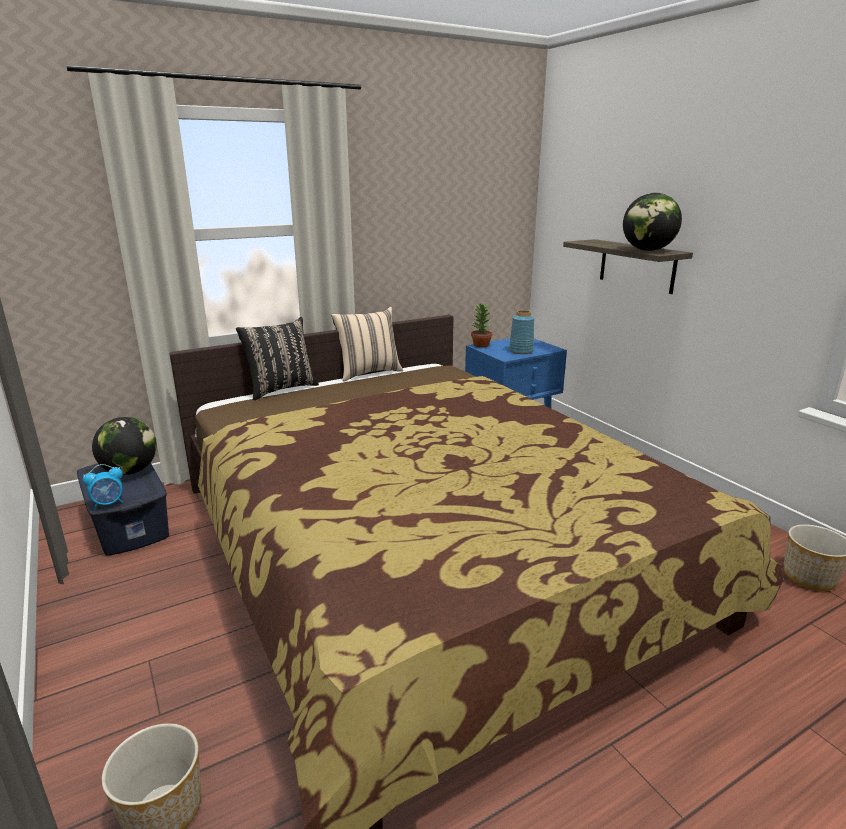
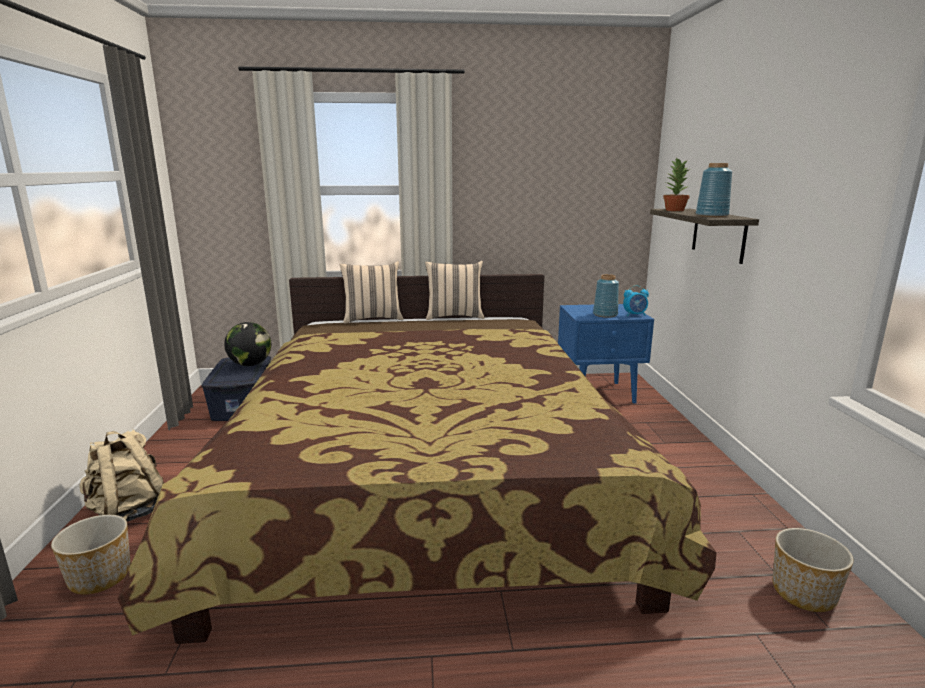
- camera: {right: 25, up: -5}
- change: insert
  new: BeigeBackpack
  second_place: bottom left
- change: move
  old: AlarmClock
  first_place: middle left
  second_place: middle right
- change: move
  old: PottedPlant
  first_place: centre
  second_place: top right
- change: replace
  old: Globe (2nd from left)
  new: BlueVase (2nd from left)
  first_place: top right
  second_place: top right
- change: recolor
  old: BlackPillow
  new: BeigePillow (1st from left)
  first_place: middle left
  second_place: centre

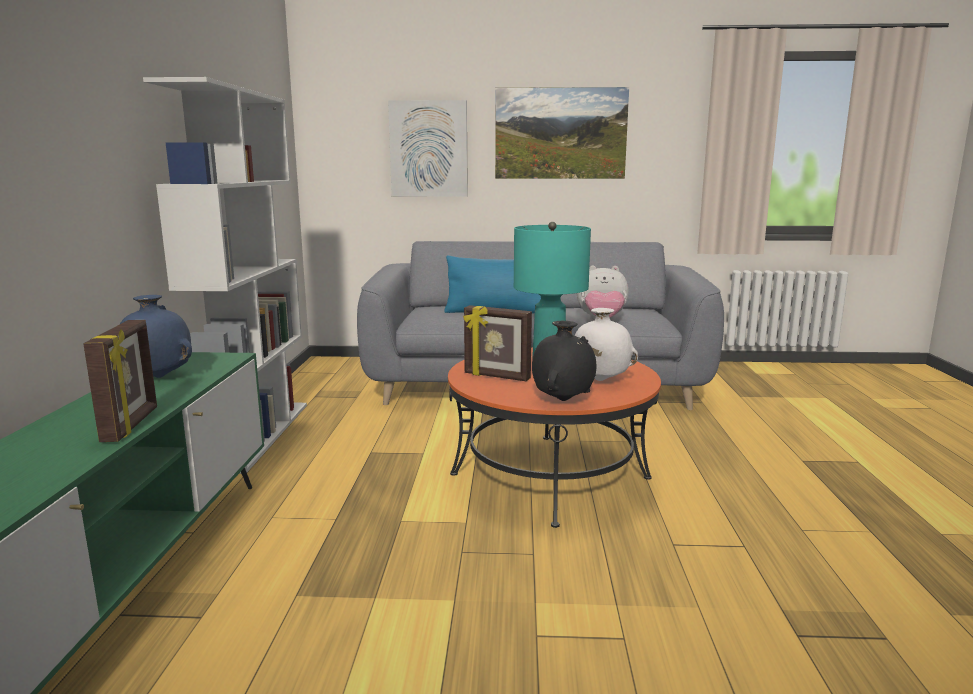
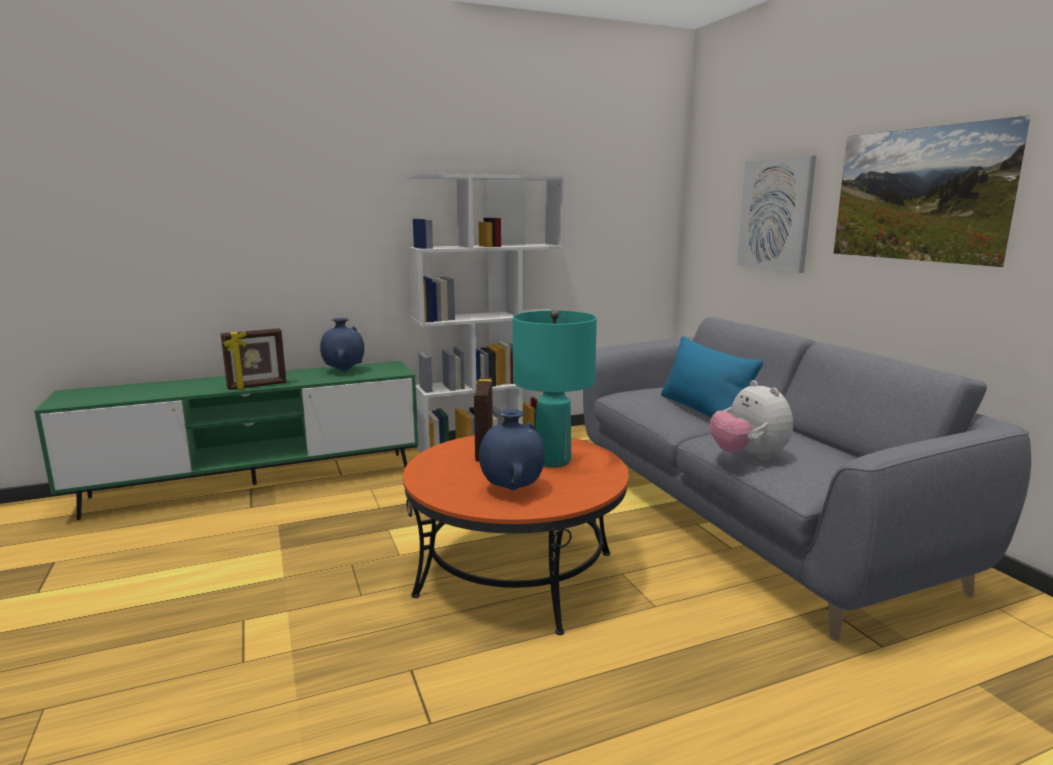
- camera: {right: 65, up: 0}
- change: delete
  old: BlackVase
  first_place: centre
- change: recolor
  old: WhiteVase
  new: BlueVase (2nd from left)
  first_place: centre
  second_place: centre

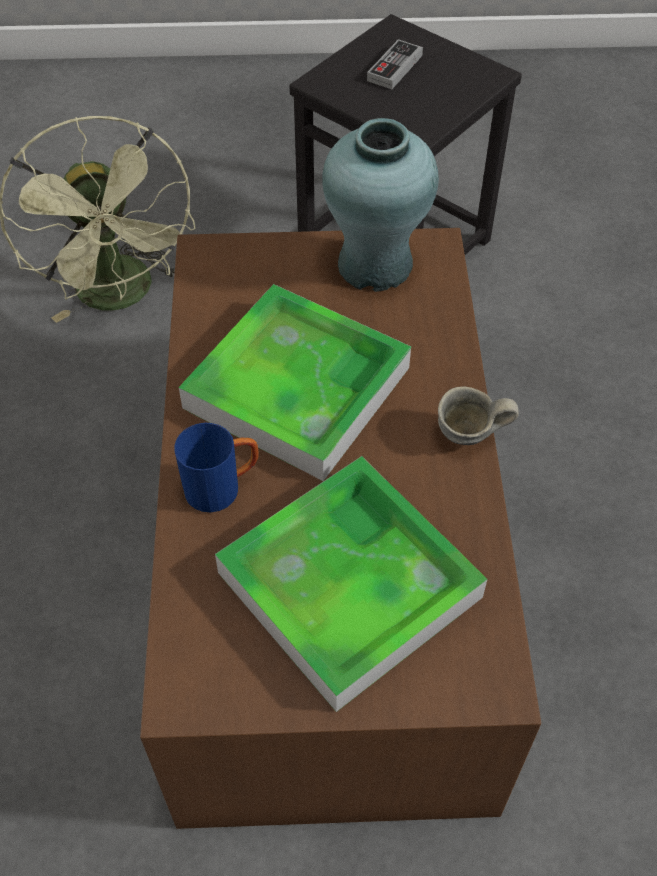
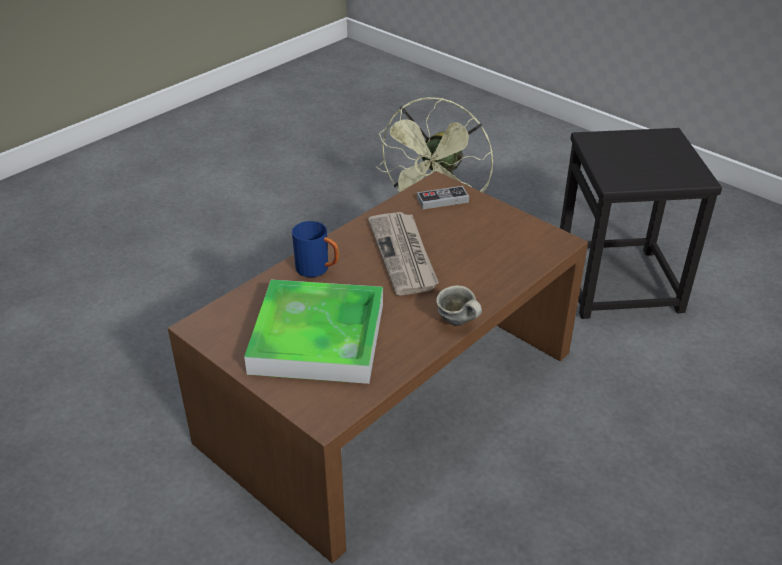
- camera: {right: 45, up: -15}
- change: delete
  old: TurquoiseVase
  first_place: top centre
- change: move
  old: GameController
  first_place: top centre
  second_place: centre
- change: replace
  old: Tray (1st from left)
  new: Newspaper
  first_place: centre
  second_place: centre

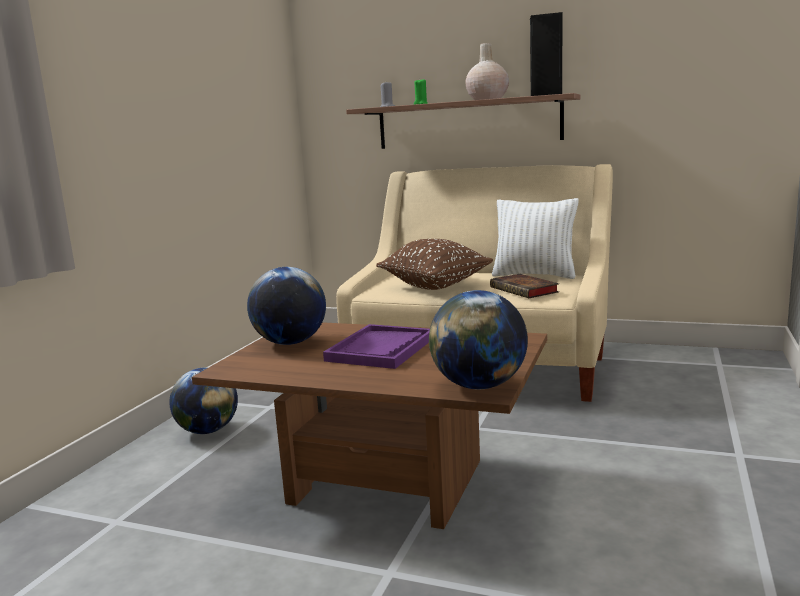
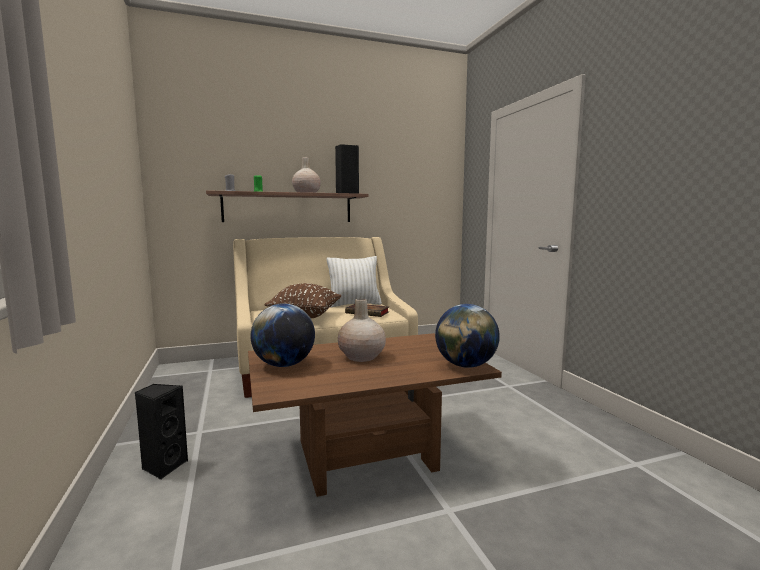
- camera: {right: -40, up: -5}
- change: replace
  old: Globe (1st from left)
  new: BlackSpeaker (1st from left)
  first_place: bottom left
  second_place: bottom left
- change: replace
  old: PurpleTray
  new: BeigeVase (2nd from left)
  first_place: centre
  second_place: centre

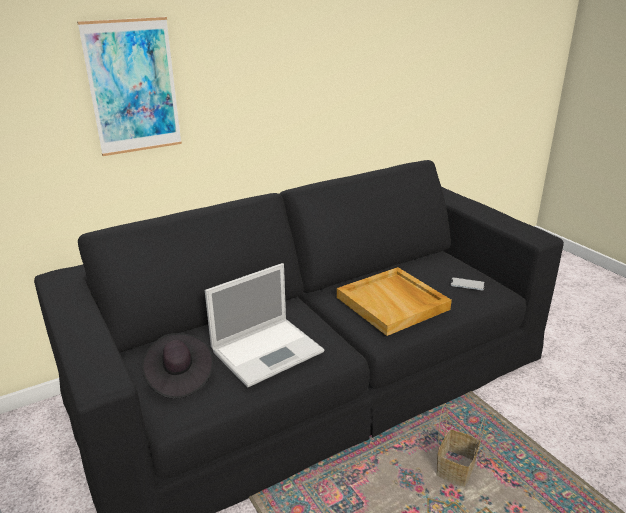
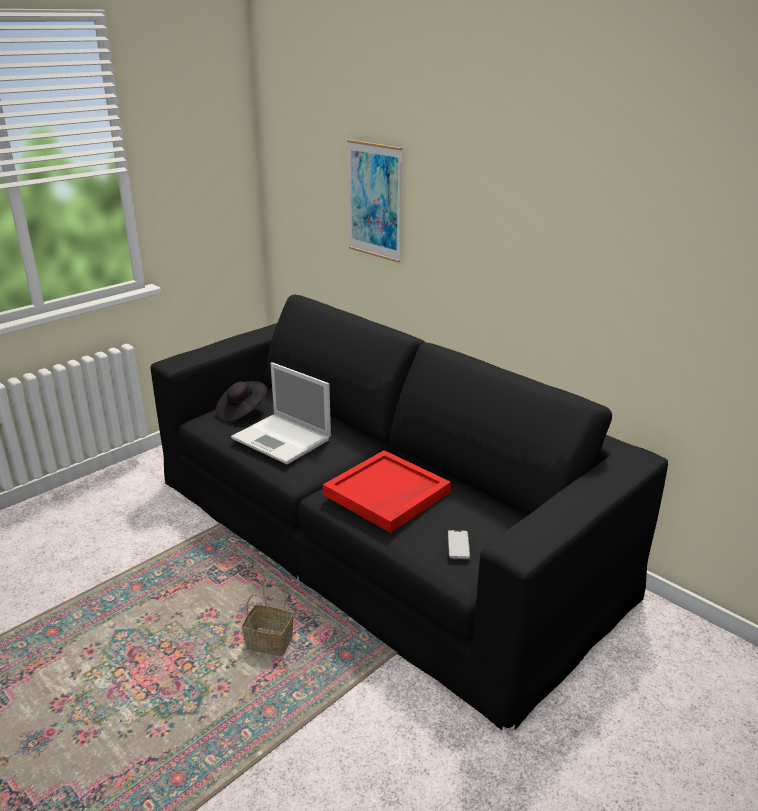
- camera: {right: 75, up: 0}
- change: recolor
  old: BeigeTray
  new: RedTray
  first_place: centre
  second_place: centre

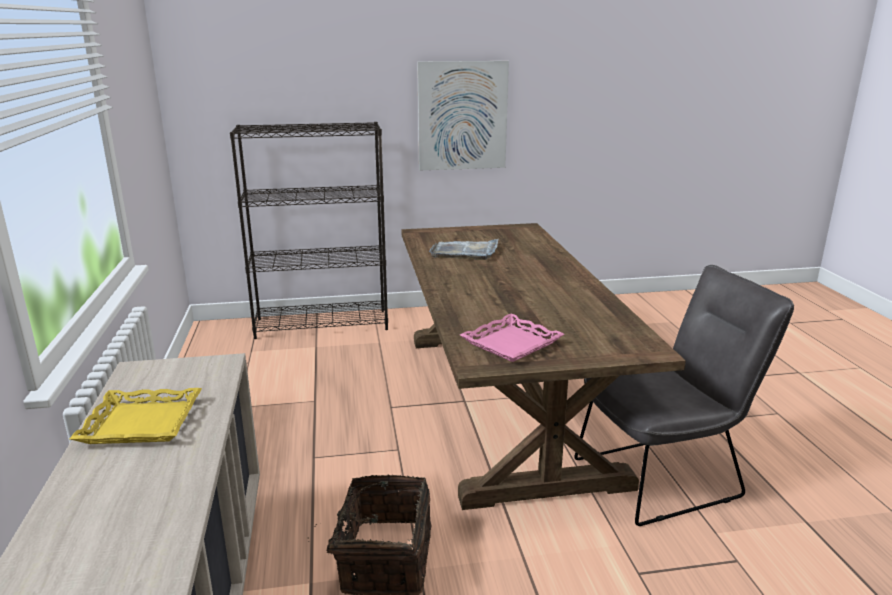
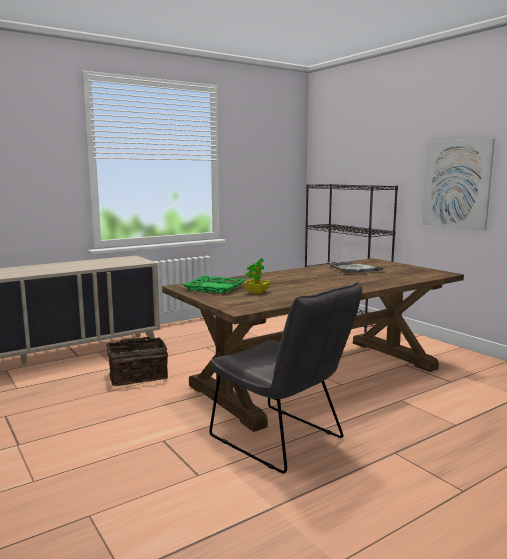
- camera: {right: 65, up: -10}
- change: delete
  old: YellowTray
  first_place: bottom left
- change: insert
  new: PottedPlant
  second_place: centre
- change: recolor
  old: PinkTray
  new: GreenTray
  first_place: centre
  second_place: centre

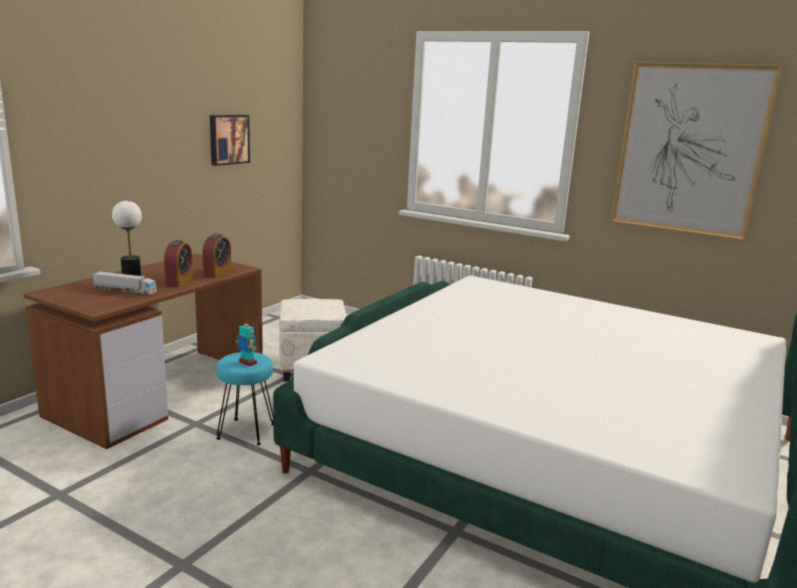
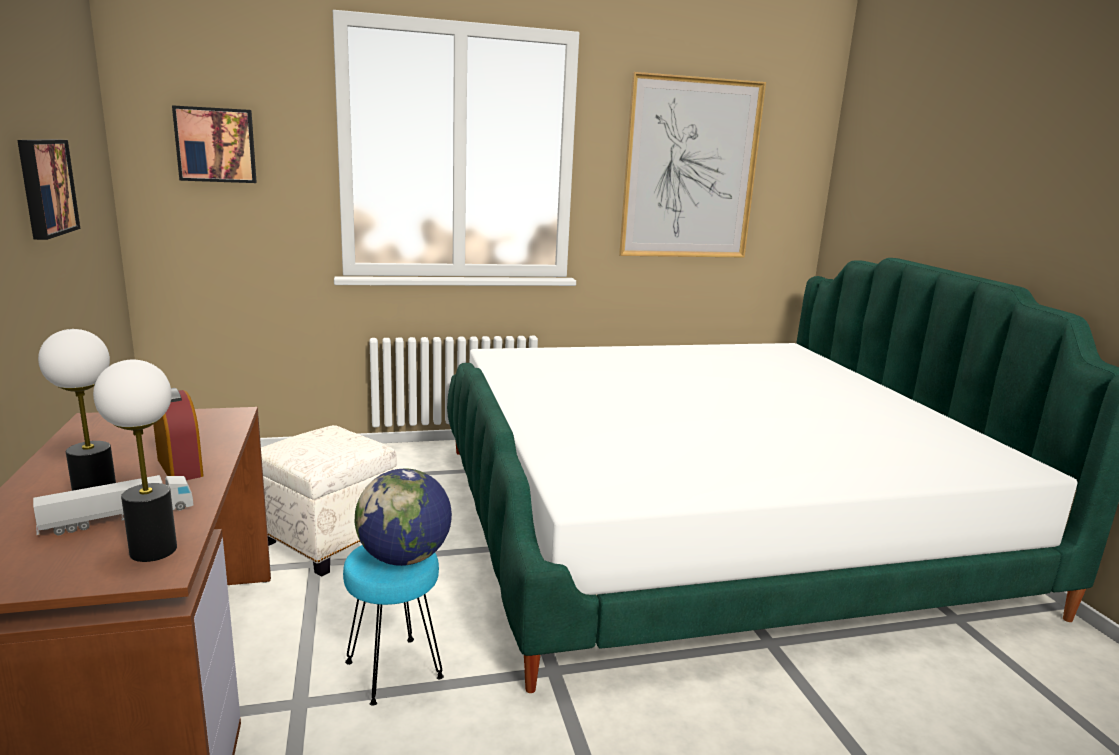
- camera: {right: -45, up: 0}
- change: delete
  old: AlarmClock (2nd from left)
  first_place: middle left
- change: insert
  new: TableLamp (2nd from left)
  second_place: middle left
- change: insert
  new: Picture (2nd from left)
  second_place: top left
- change: replace
  old: ToyRobot
  new: Globe
  first_place: middle left
  second_place: bottom centre

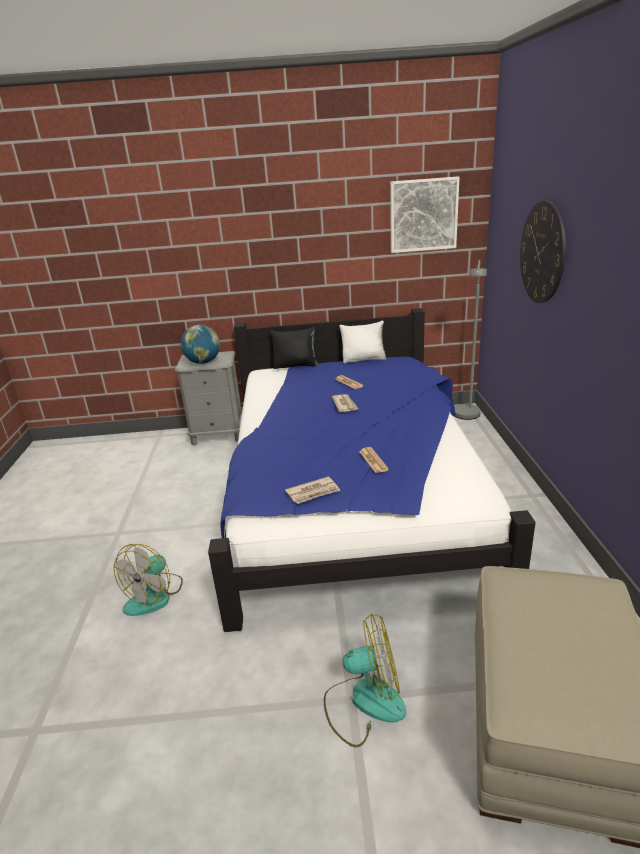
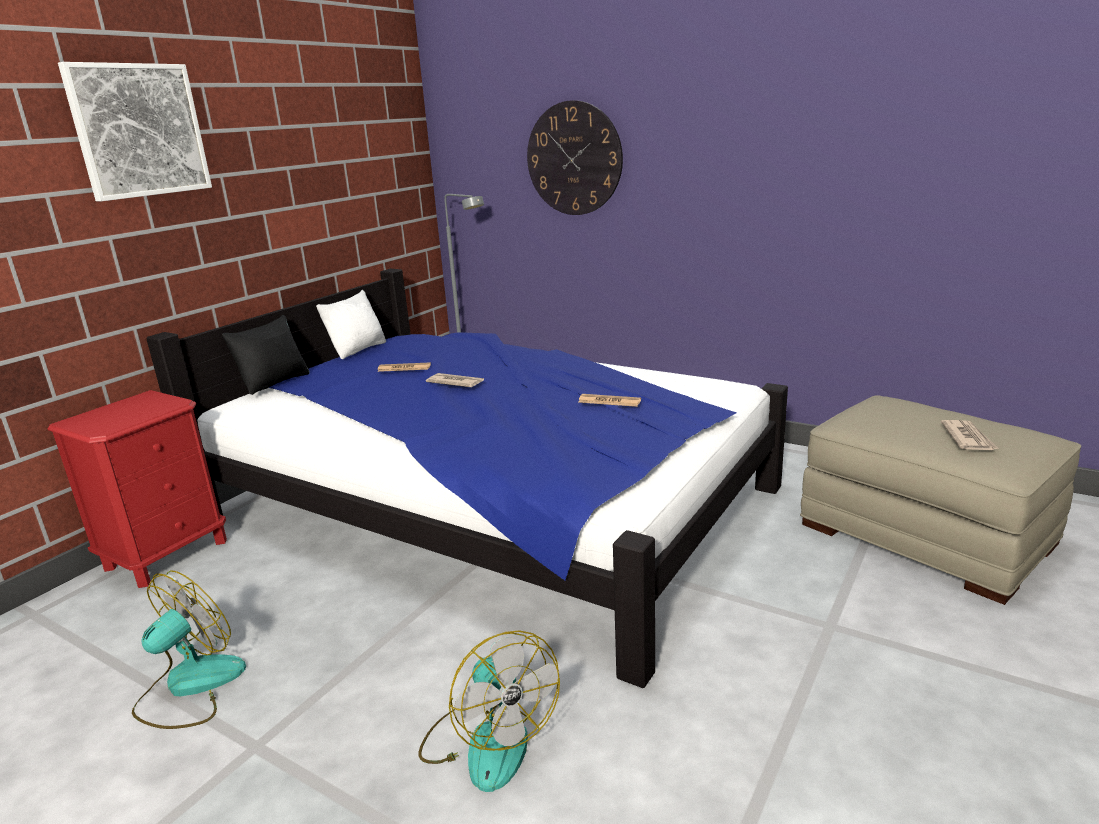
- camera: {right: -55, up: -5}
- change: delete
  old: Globe
  first_place: middle left
- change: move
  old: Newspaper (1st from left in the first image)
  new: Newspaper (4th from left)
  first_place: centre
  second_place: middle right
- change: move
  old: Fan (2nd from left in the first image)
  new: Fan (1st from left)
  first_place: bottom centre
  second_place: bottom left
- change: move
  old: Picture
  first_place: top centre
  second_place: top left
- change: recolor
  old: GreyNightstand
  new: RedNightstand
  first_place: middle left
  second_place: middle left

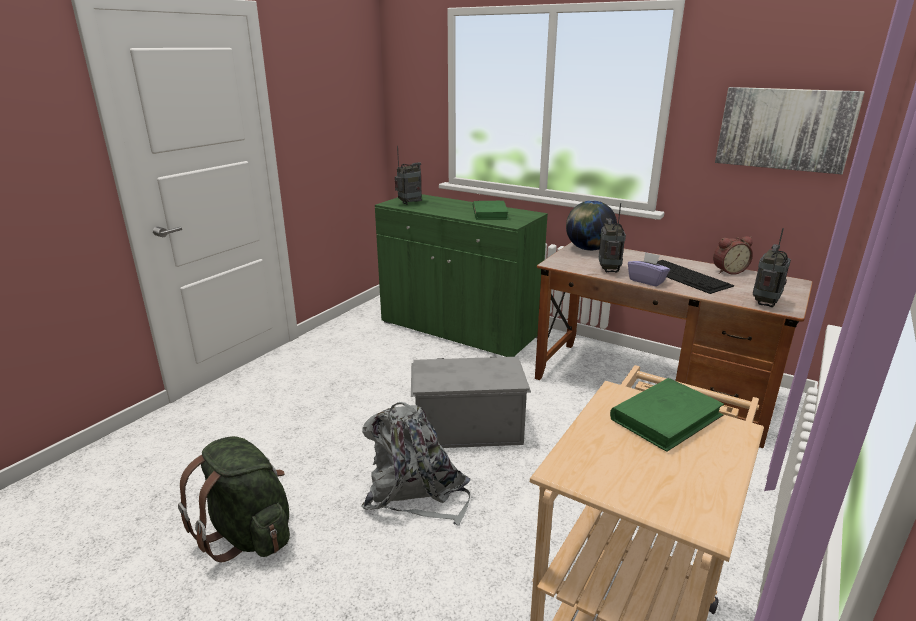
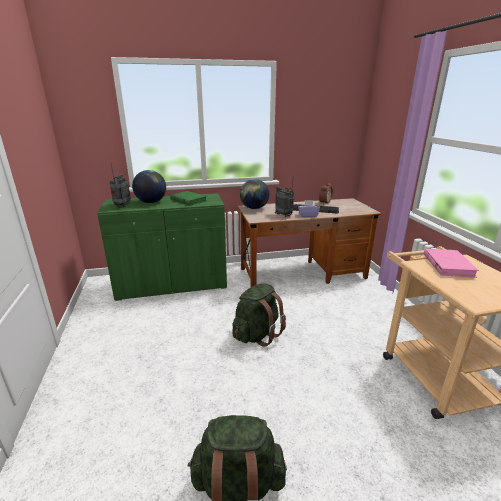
- camera: {right: -45, up: 0}
- change: delete
  old: GreyBackpack
  first_place: bottom centre
- change: delete
  old: Picture
  first_place: top right
- change: delete
  old: Radio (3rd from left)
  first_place: middle right
- change: insert
  new: Globe (1st from left)
  second_place: middle left
- change: replace
  old: GreyStorageBox
  new: GreenBackpack (2nd from left)
  first_place: centre
  second_place: centre
- change: recolor
  old: GreenBook (2nd from left)
  new: PinkBook
  first_place: bottom right
  second_place: middle right

